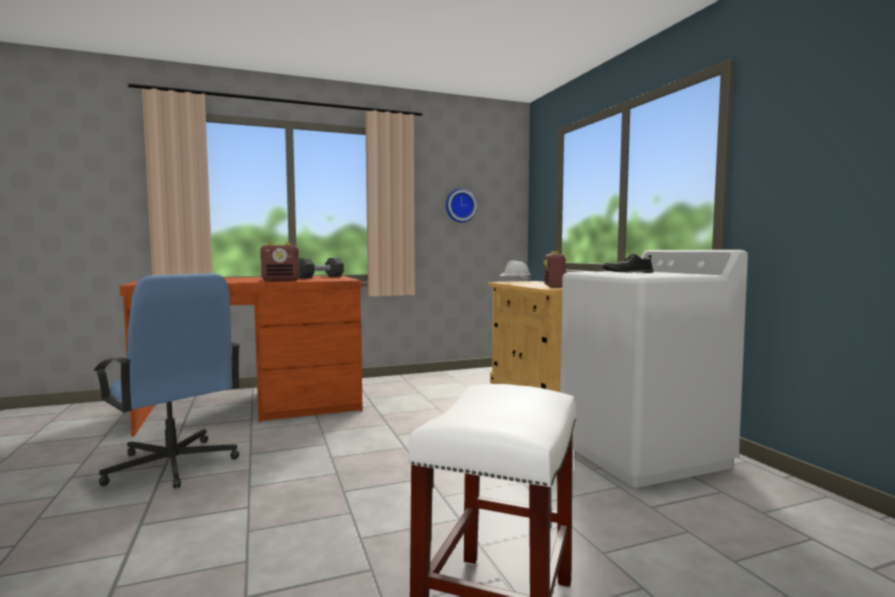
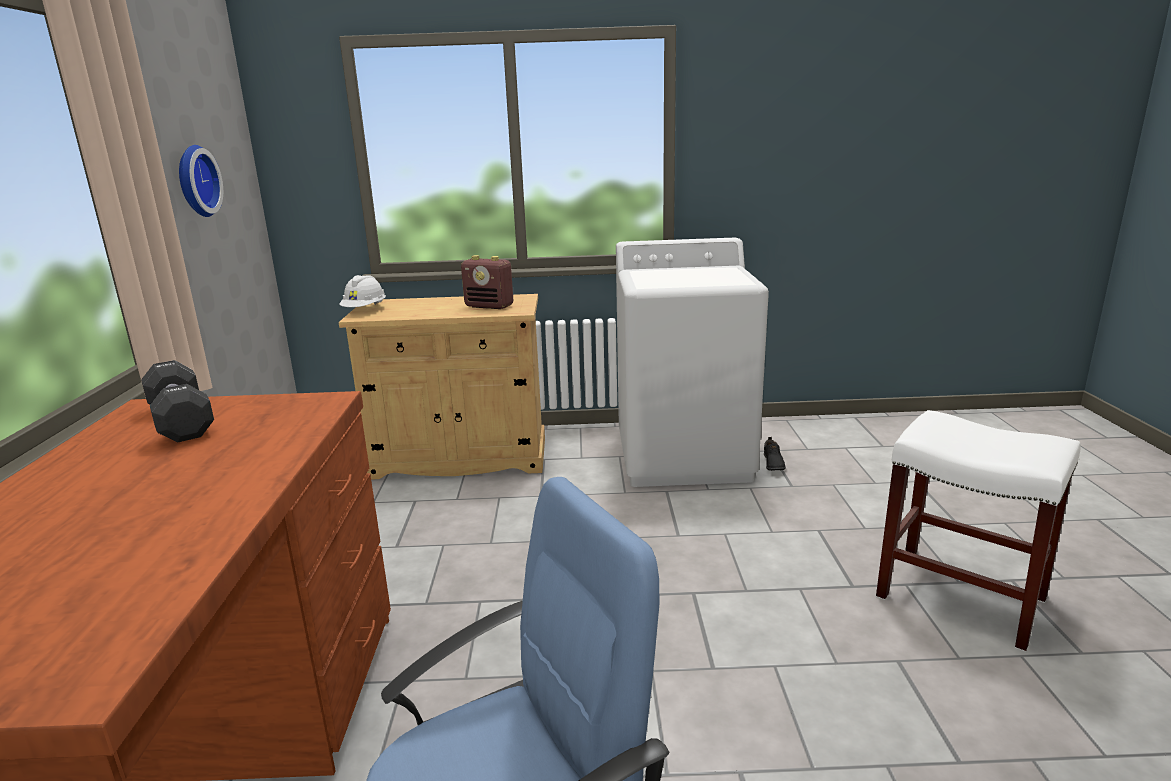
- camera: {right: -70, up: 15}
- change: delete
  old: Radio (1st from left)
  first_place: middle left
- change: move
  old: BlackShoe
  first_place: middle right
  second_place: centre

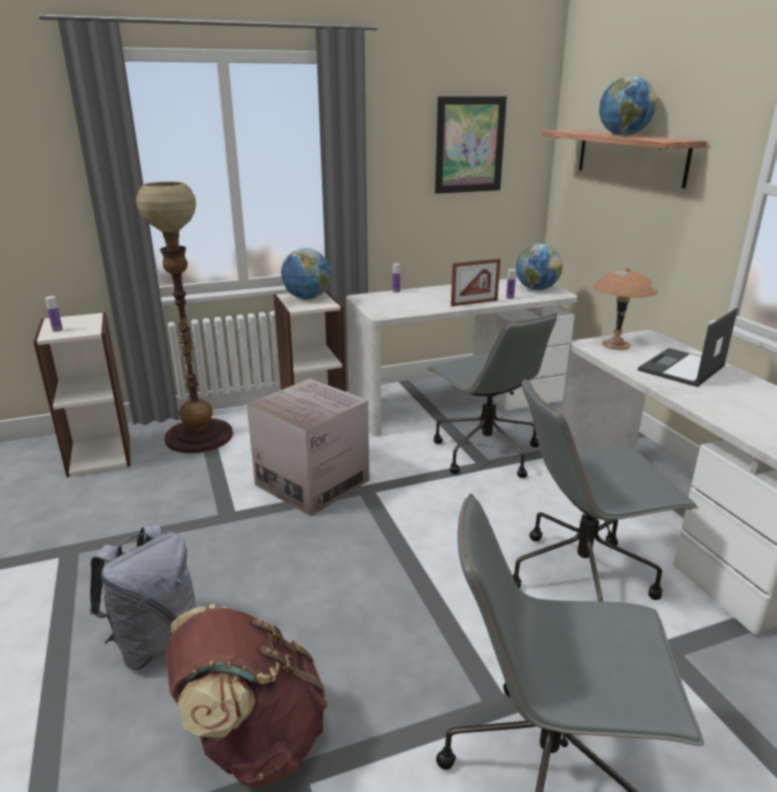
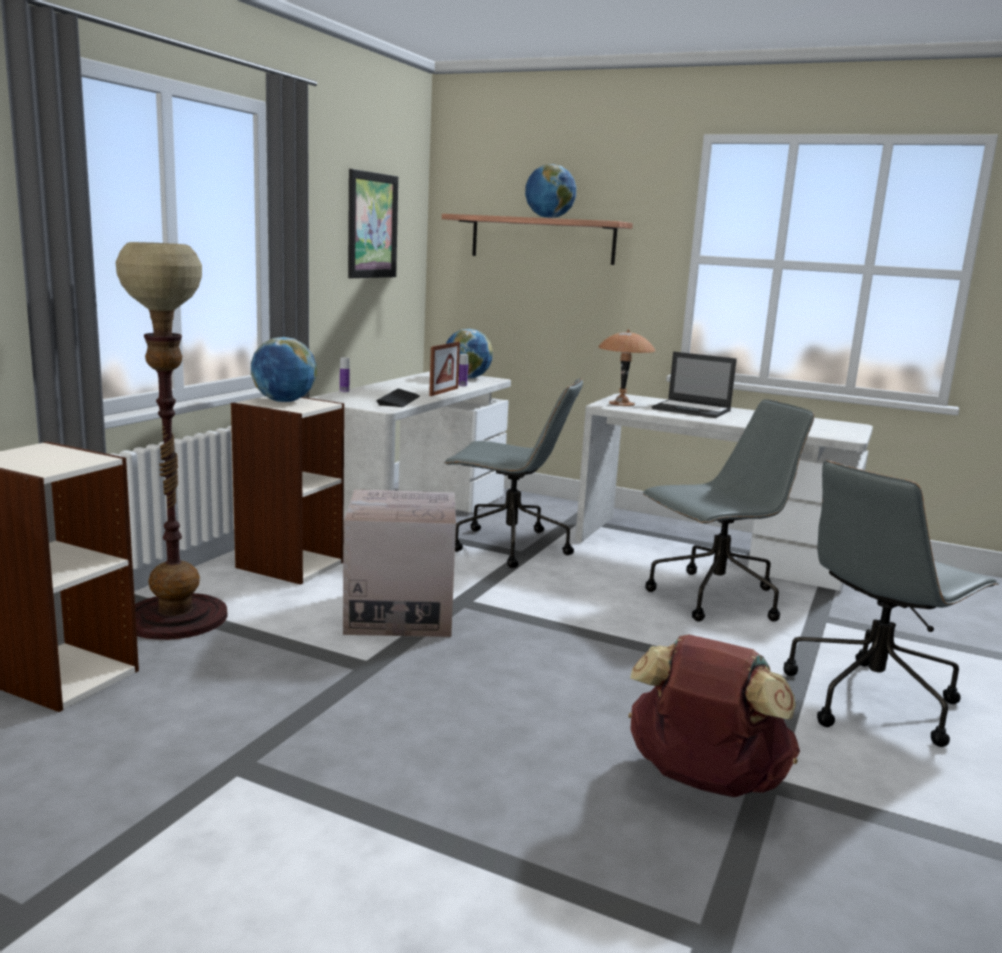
- camera: {right: -45, up: -10}
- change: delete
  old: Bottle (1st from left)
  first_place: middle left
- change: delete
  old: GreyBackpack
  first_place: bottom left
- change: insert
  new: Keyboard
  second_place: centre
- change: rotate
  old: GreyOfficeChair (3rd from left in the first image)
  first_place: middle right
  second_place: middle right
  degrees: -150
- change: rotate
  old: Laptop
  first_place: middle right
  second_place: middle right
  degrees: -60

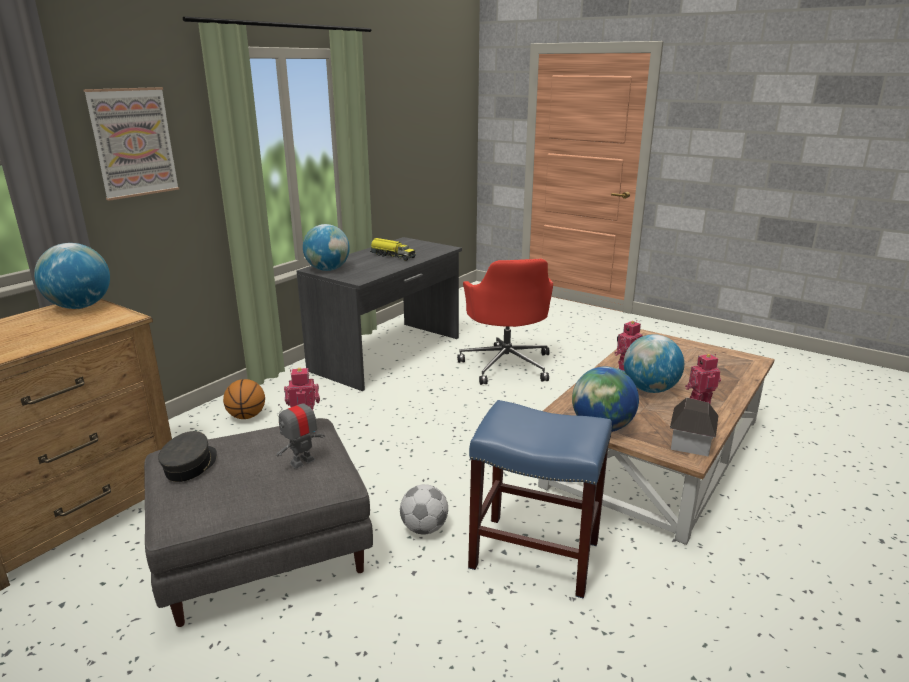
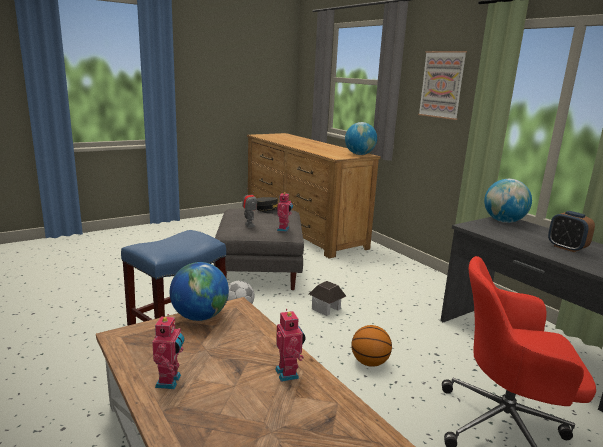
- camera: {right: 110, up: -5}
- change: delete
  old: Globe (4th from left)
  first_place: middle right
- change: move
  old: Basketball
  first_place: middle left
  second_place: bottom centre
- change: move
  old: ToyHouse
  first_place: middle right
  second_place: bottom centre
- change: replace
  old: ToyTruck
  new: AlarmClock
  first_place: centre
  second_place: middle right

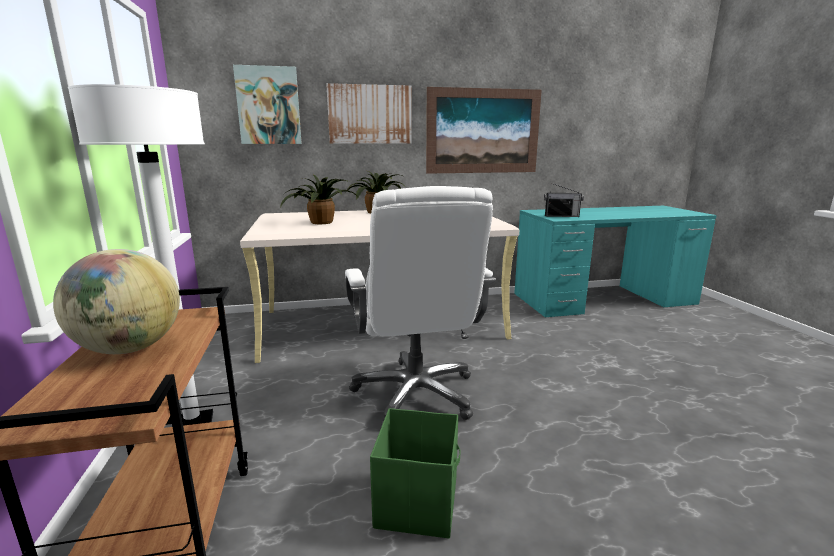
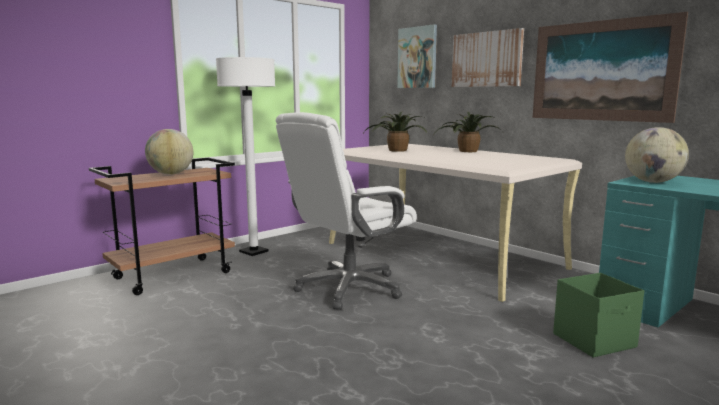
- camera: {right: 60, up: -5}
- change: move
  old: GreenStorageBox
  first_place: bottom centre
  second_place: bottom right
- change: replace
  old: Radio
  new: Globe (2nd from left)
  first_place: middle right
  second_place: middle right

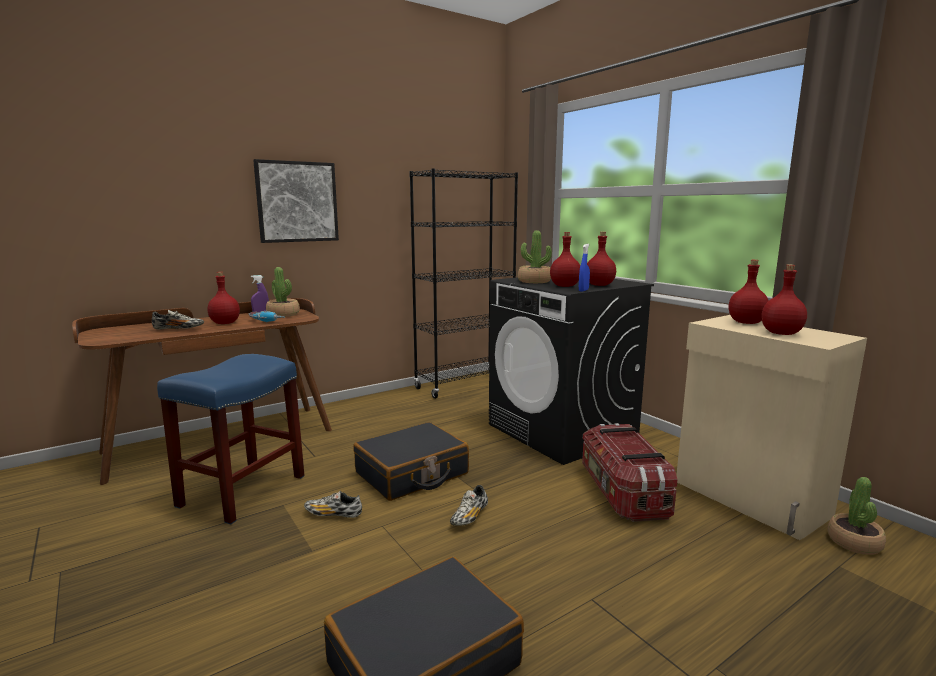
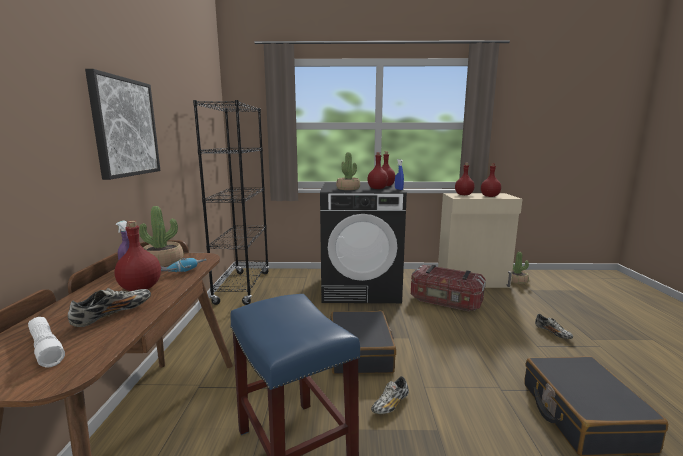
- camera: {right: -55, up: 0}
- change: insert
  new: WhiteFlashlight
  second_place: bottom left
- change: move
  old: Shoe (3rd from left)
  first_place: bottom centre
  second_place: bottom right

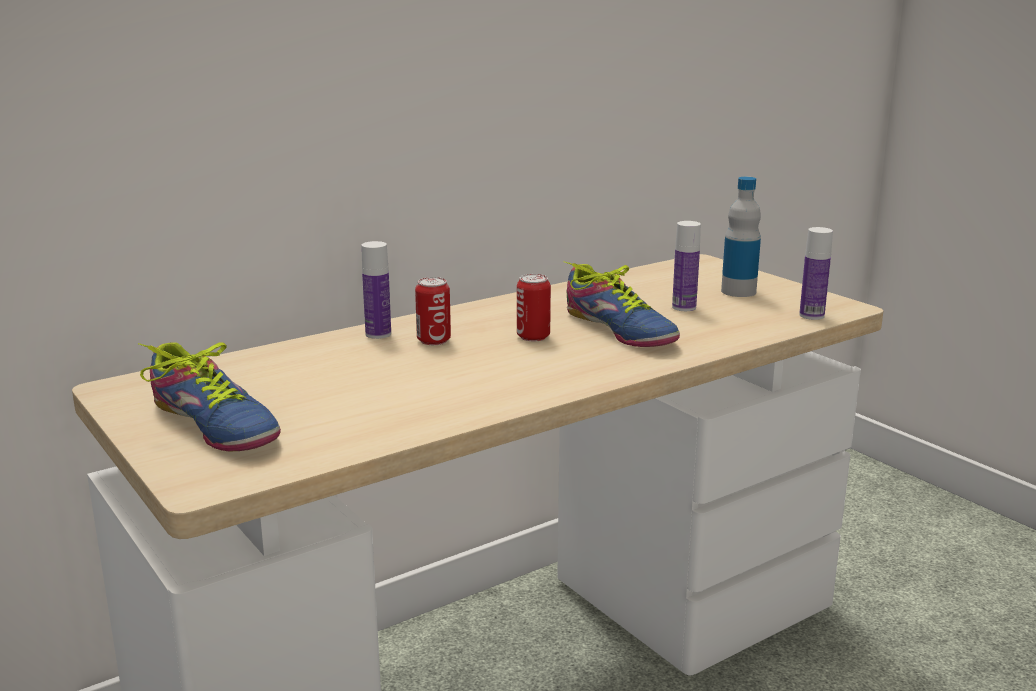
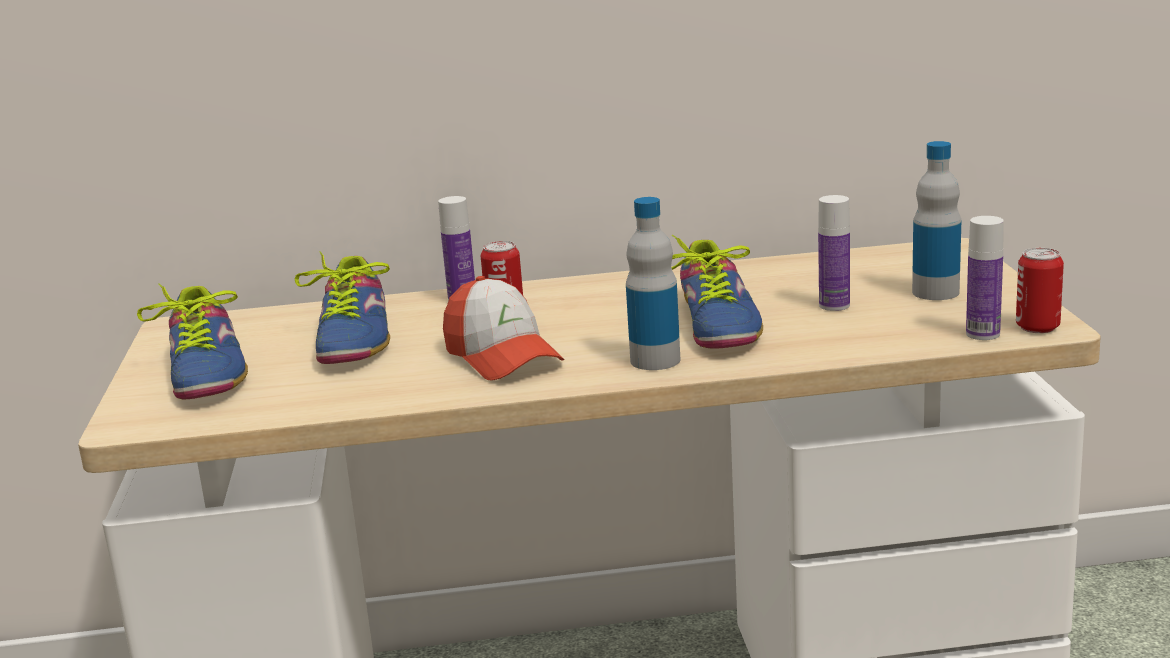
- camera: {right: 30, up: 0}
- change: insert
  new: Shoe (2nd from left)
  second_place: middle left
- change: insert
  new: Cap
  second_place: centre
- change: insert
  new: Bottle (2nd from left)
  second_place: centre
- change: move
  old: Can (2nd from left)
  first_place: centre
  second_place: middle right

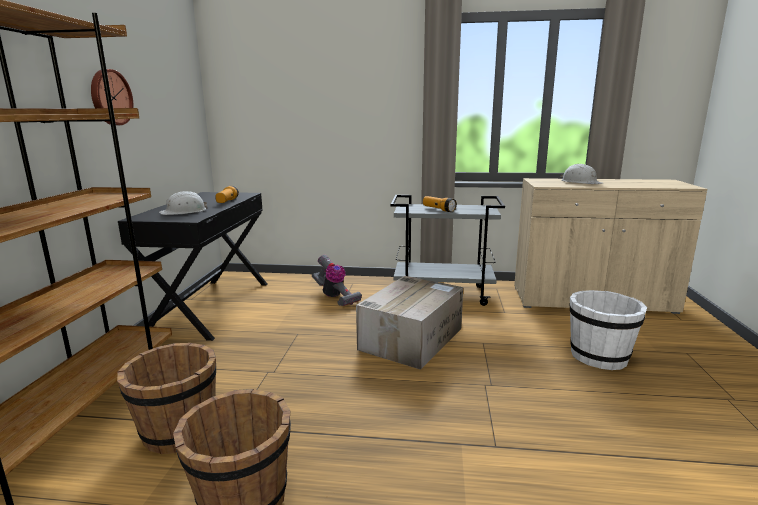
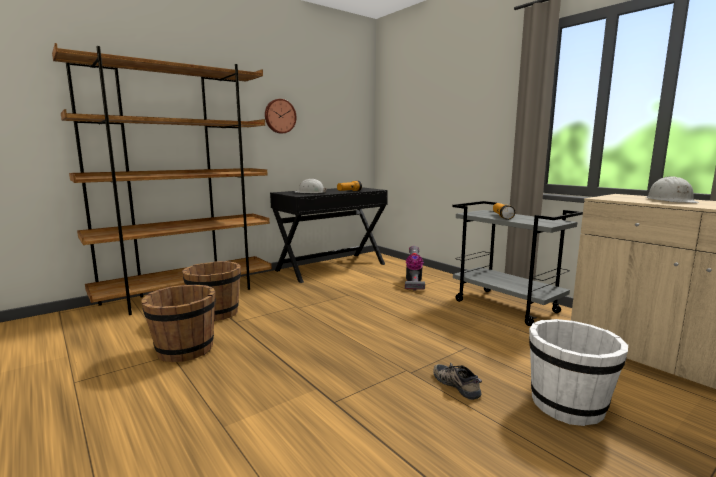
- camera: {right: 45, up: -5}
- change: delete
  old: CardboardBox
  first_place: centre
- change: insert
  new: Shoe
  second_place: bottom centre

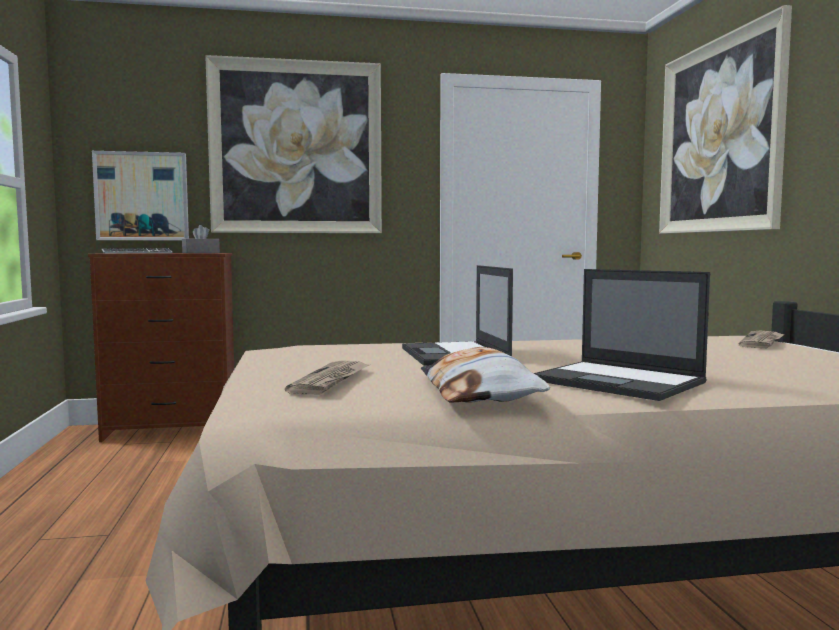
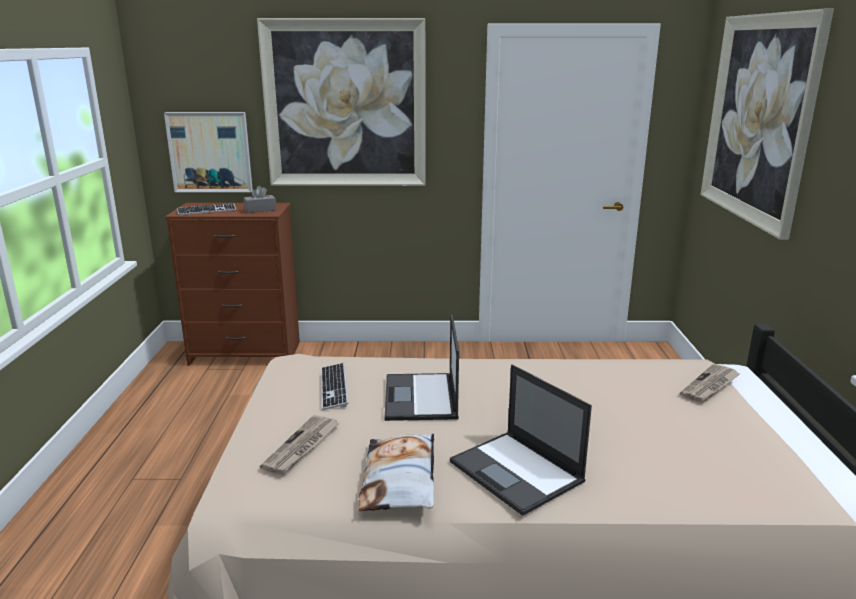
- camera: {right: 10, up: 15}
- change: insert
  new: Keyboard (2nd from left)
  second_place: centre

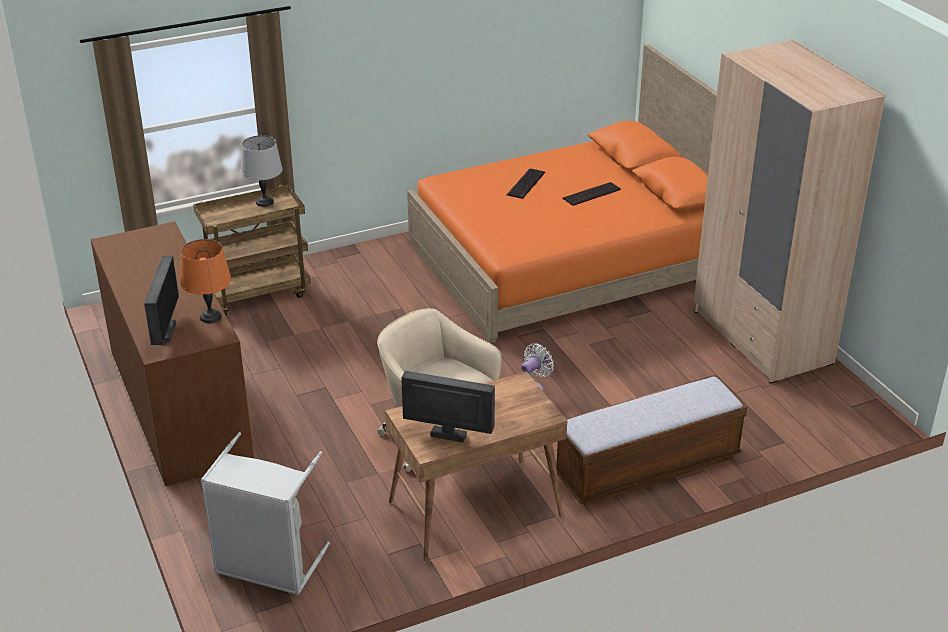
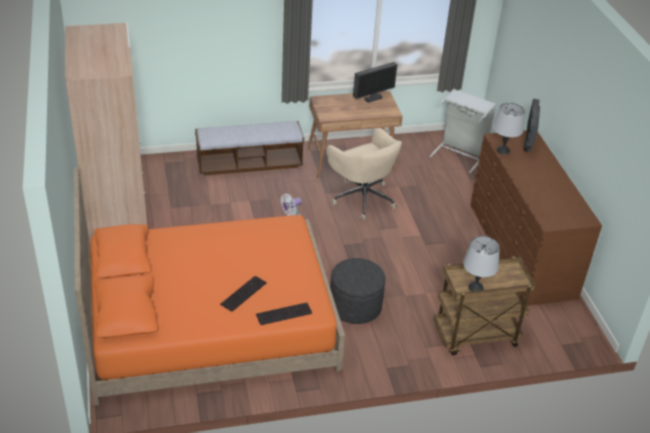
- camera: {right: -170, up: 5}
- change: insert
  new: GreyOttoman
  second_place: bottom centre
- change: move
  old: Keyboard (2nd from left)
  first_place: top centre
  second_place: bottom centre
- change: recolor
  old: OrangeTableLamp
  new: GreyTableLamp (2nd from left)
  first_place: middle left
  second_place: top right
- change: rotate
  old: Monitor (2nd from left in the first image)
  first_place: centre
  second_place: top centre
  degrees: -60

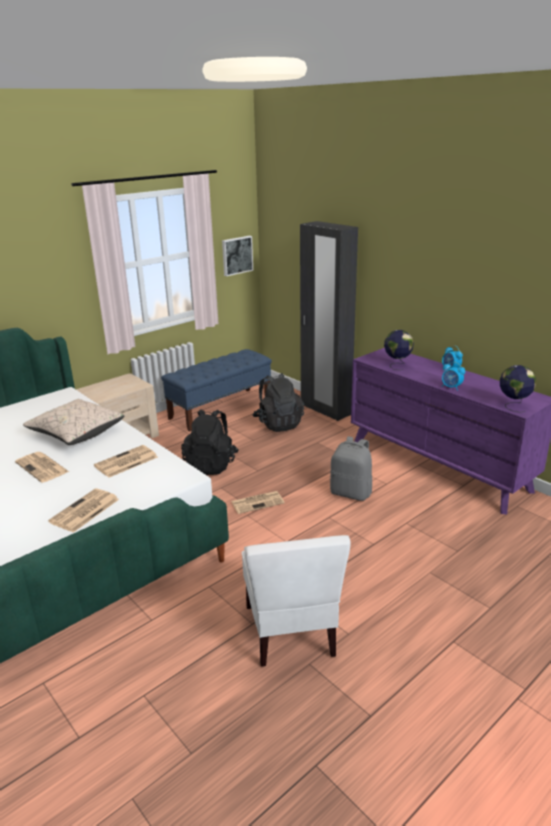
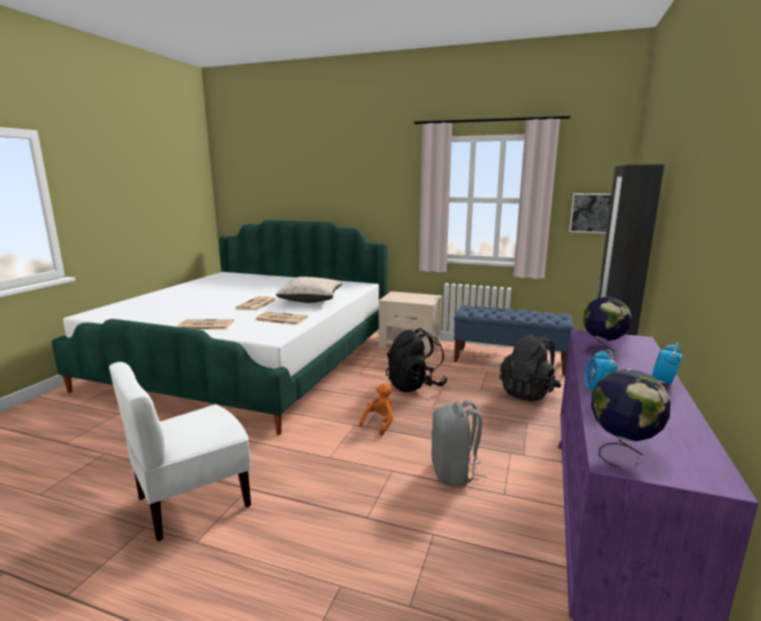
- camera: {right: 60, up: -10}
- change: replace
  old: Newspaper (4th from left)
  new: OrangePlushToy
  first_place: centre
  second_place: centre

